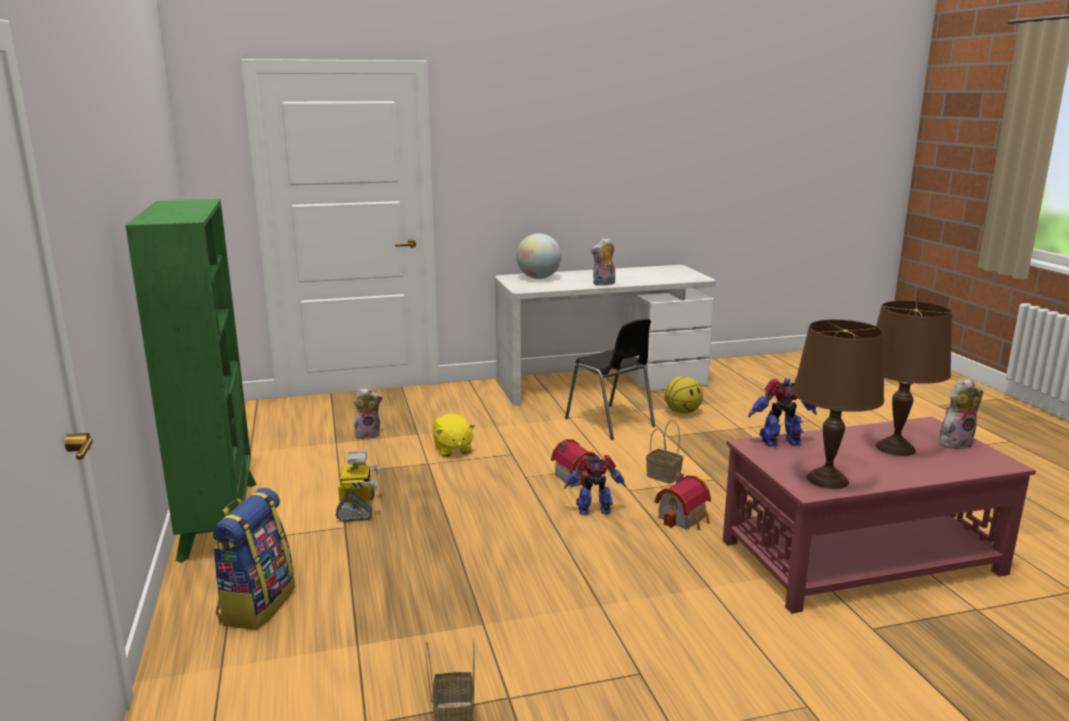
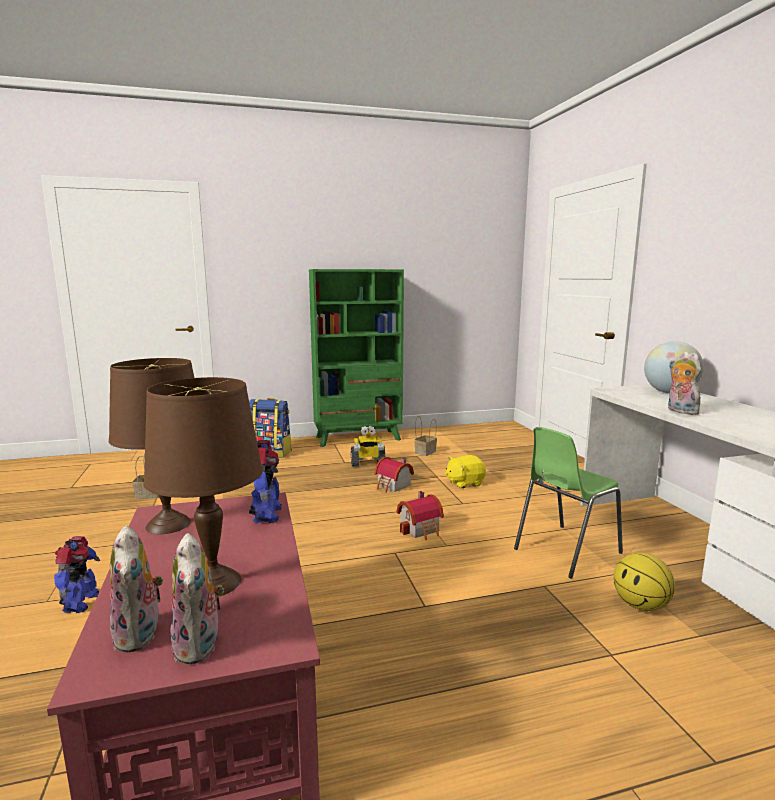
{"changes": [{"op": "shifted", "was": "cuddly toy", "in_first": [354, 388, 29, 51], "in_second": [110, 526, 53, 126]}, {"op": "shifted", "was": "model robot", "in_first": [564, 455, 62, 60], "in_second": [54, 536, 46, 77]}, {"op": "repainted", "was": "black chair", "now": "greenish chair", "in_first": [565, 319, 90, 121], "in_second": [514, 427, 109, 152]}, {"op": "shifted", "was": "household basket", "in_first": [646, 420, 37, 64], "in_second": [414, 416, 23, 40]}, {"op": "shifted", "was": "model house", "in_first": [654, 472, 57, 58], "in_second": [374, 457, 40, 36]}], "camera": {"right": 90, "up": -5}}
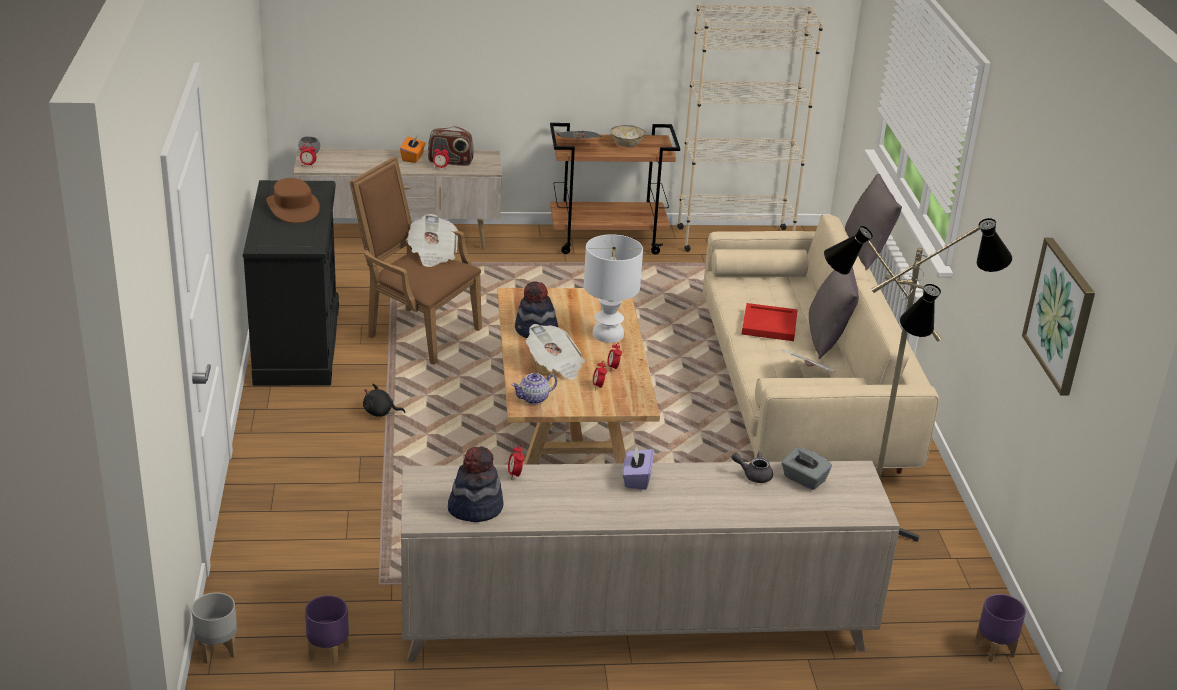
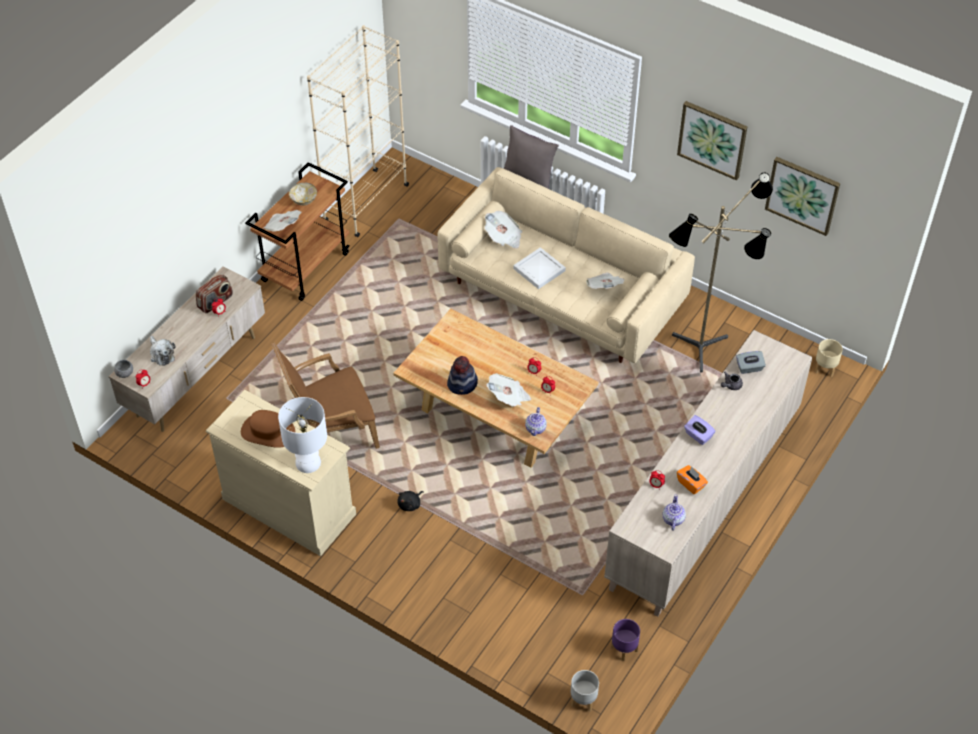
{"changes": [{"op": "repainted", "was": "black dresser", "now": "beige-coloured dresser", "in_first": [243, 180, 96, 206], "in_second": [206, 390, 150, 166]}, {"op": "shifted", "was": "orangey tissue box", "in_first": [400, 135, 26, 28], "in_second": [677, 465, 31, 29]}, {"op": "shifted", "was": "newspaper", "in_first": [407, 214, 51, 53], "in_second": [485, 211, 37, 38]}, {"op": "swapped", "was": "wearable hat", "now": "tea pot", "in_first": [448, 446, 55, 76], "in_second": [663, 494, 23, 37]}, {"op": "shifted", "was": "white lamp for a table", "in_first": [584, 234, 59, 109], "in_second": [278, 397, 49, 76]}, {"op": "repainted", "was": "red-coloured tray", "now": "white tray", "in_first": [741, 303, 57, 38], "in_second": [513, 247, 53, 42]}, {"op": "gone", "was": "greyish cushion", "in_first": [809, 267, 50, 92]}, {"op": "repainted", "was": "purple flower pot", "now": "beige-coloured flower pot", "in_first": [974, 594, 52, 68], "in_second": [815, 339, 28, 38]}, {"op": "new", "now": "cuddly toy", "in_second": [150, 336, 26, 30]}, {"op": "new", "now": "wall art", "in_second": [677, 101, 70, 79]}], "camera": {"right": -50, "up": 20}}
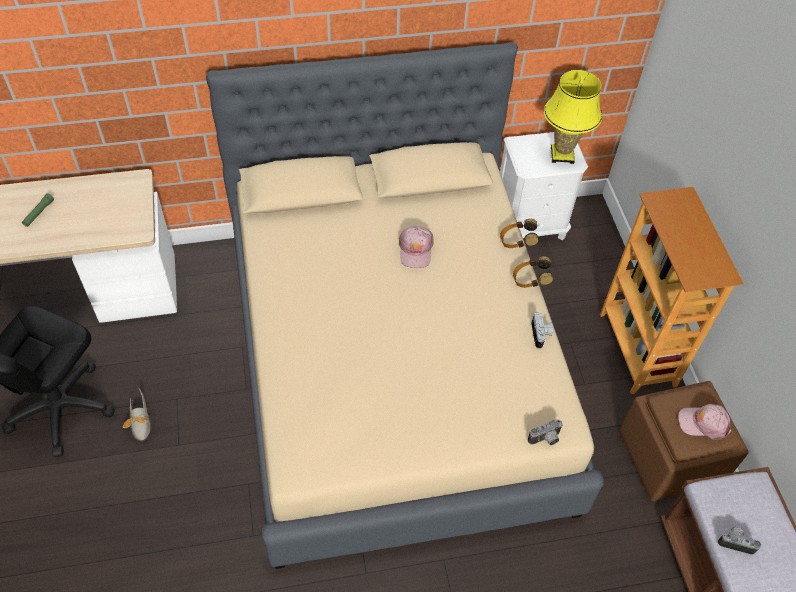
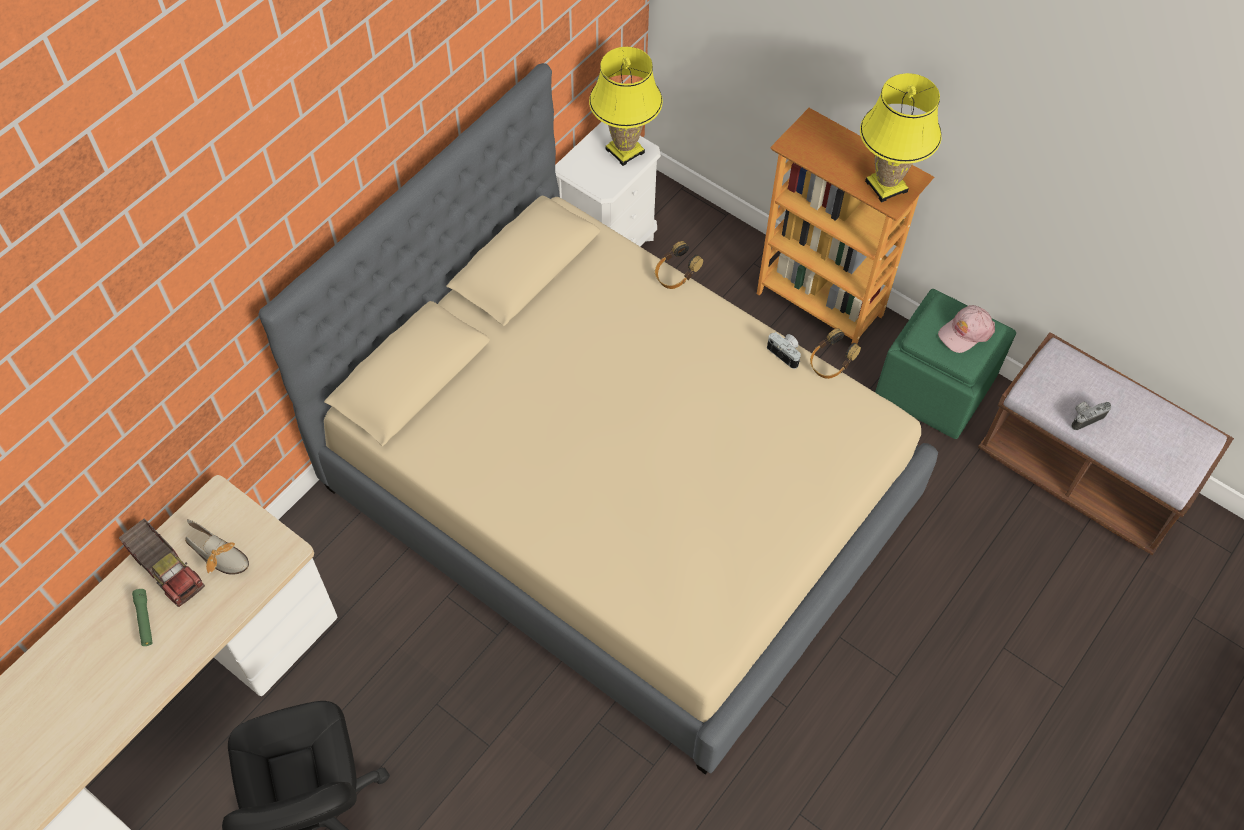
{"changes": [{"op": "shifted", "was": "low shoe", "in_first": [123, 388, 28, 53], "in_second": [185, 519, 64, 56]}, {"op": "gone", "was": "pinkish cap", "in_first": [399, 226, 35, 42]}, {"op": "shifted", "was": "headphones", "in_first": [513, 256, 40, 32], "in_second": [810, 328, 51, 51]}, {"op": "gone", "was": "still camera", "in_first": [528, 419, 35, 26]}, {"op": "repainted", "was": "brown pouffe", "now": "greenish pouffe", "in_first": [619, 381, 130, 120], "in_second": [875, 289, 141, 150]}, {"op": "new", "now": "model truck", "in_second": [119, 518, 86, 89]}, {"op": "new", "now": "yellow-coloured lamp for a table", "in_second": [860, 73, 82, 130]}], "camera": {"right": -40, "up": 5}}
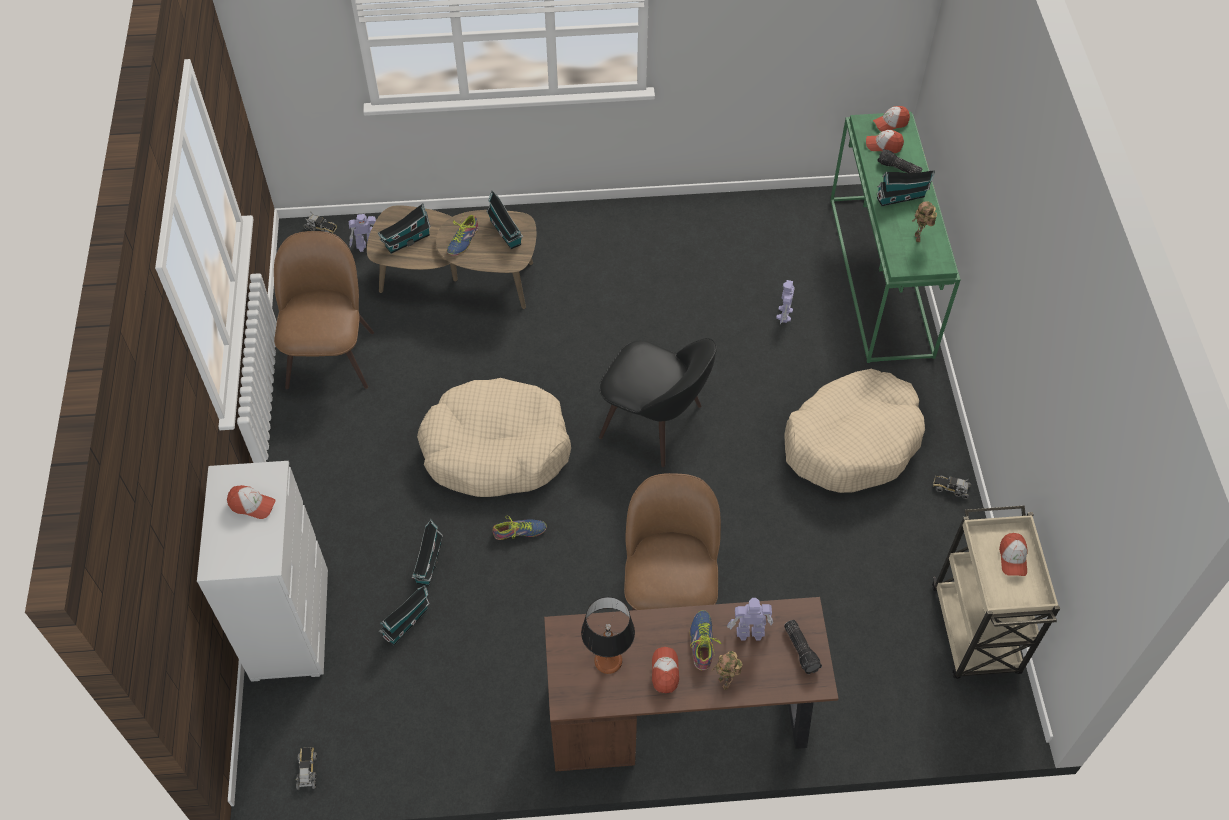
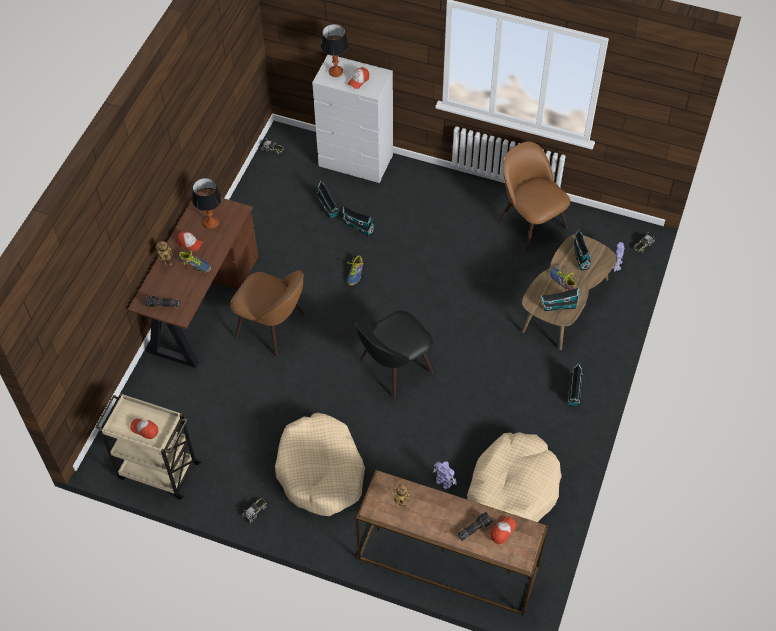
{"changes": [{"op": "rotated", "was": "brown chair", "in_first": [274, 231, 100, 158], "in_second": [498, 141, 72, 111], "clockwise": -150}, {"op": "shifted", "was": "beige-coloured dog bed", "in_first": [417, 378, 154, 119], "in_second": [467, 432, 95, 90]}, {"op": "gone", "was": "model robot", "in_first": [727, 598, 46, 43]}, {"op": "repainted", "was": "greenish hall table", "now": "brown hall table", "in_first": [830, 112, 131, 251], "in_second": [356, 470, 192, 146]}, {"op": "gone", "was": "cap", "in_first": [873, 106, 37, 26]}, {"op": "shifted", "was": "model house", "in_first": [877, 170, 58, 36], "in_second": [568, 363, 14, 44]}, {"op": "new", "now": "lamp for a table", "in_second": [321, 24, 28, 53]}], "camera": {"right": 115, "up": 0}}
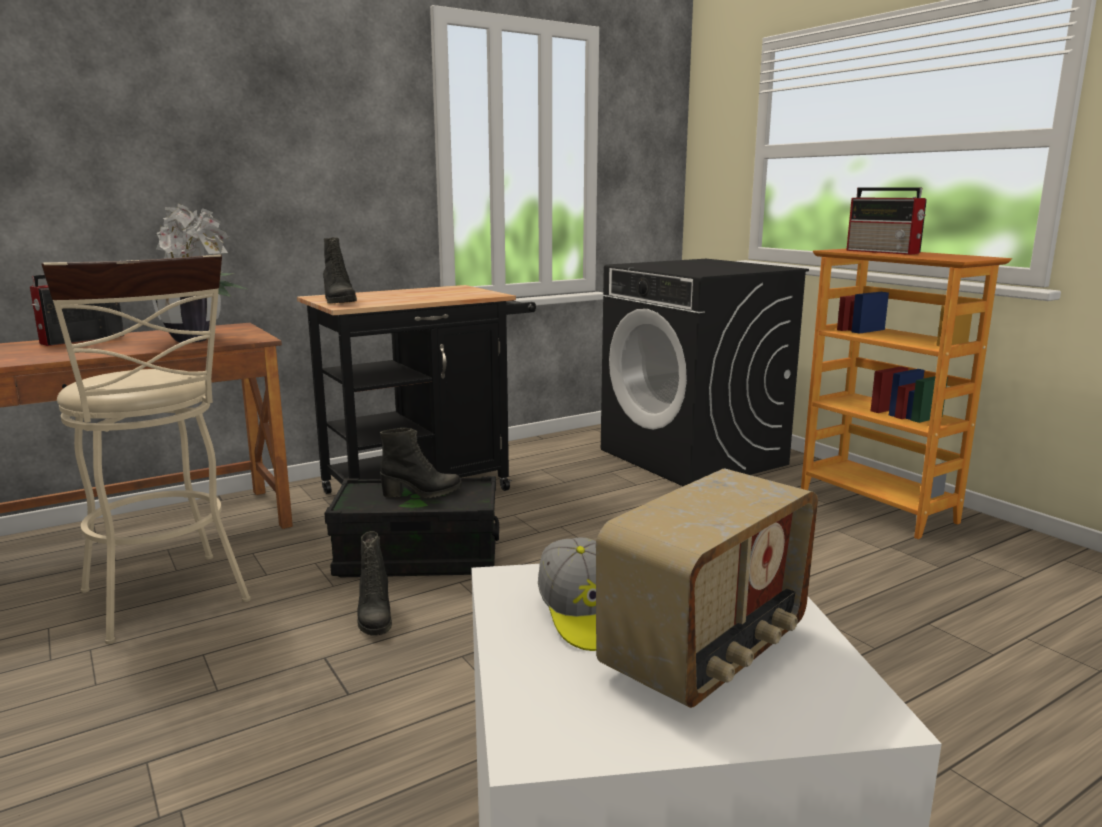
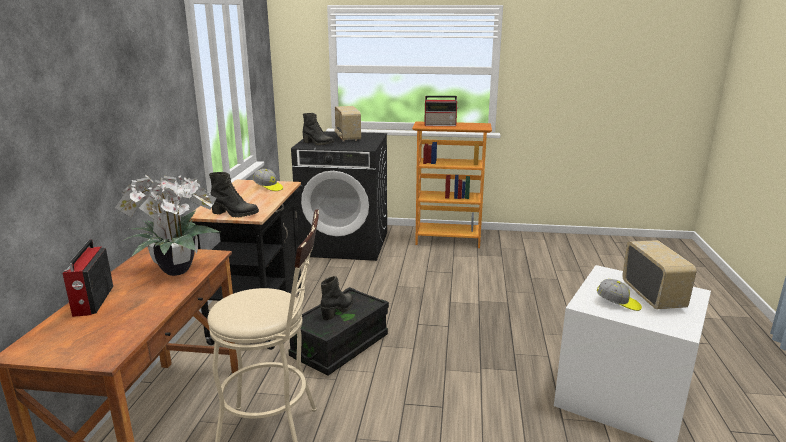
{"changes": [{"op": "shifted", "was": "black tall boot", "in_first": [357, 531, 35, 105], "in_second": [303, 113, 31, 32]}, {"op": "new", "now": "cap", "in_second": [253, 169, 30, 22]}, {"op": "new", "now": "radio set", "in_second": [334, 106, 27, 36]}], "camera": {"right": -50, "up": 5}}
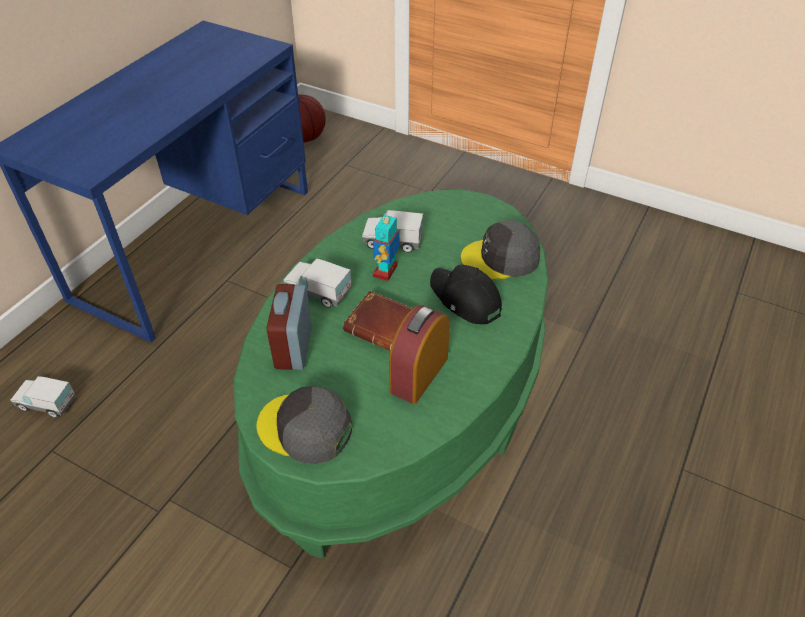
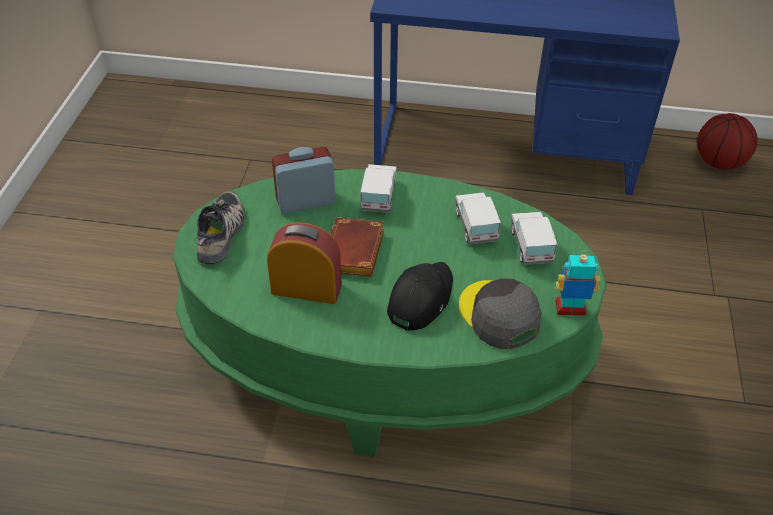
{"changes": [{"op": "shifted", "was": "model truck", "in_first": [11, 376, 65, 42], "in_second": [511, 212, 47, 53]}, {"op": "swapped", "was": "greyish cap", "now": "low shoe", "in_first": [257, 386, 95, 78], "in_second": [197, 191, 48, 73]}, {"op": "shifted", "was": "model robot", "in_first": [373, 211, 28, 70], "in_second": [555, 250, 45, 66]}], "camera": {"right": 70, "up": 0}}
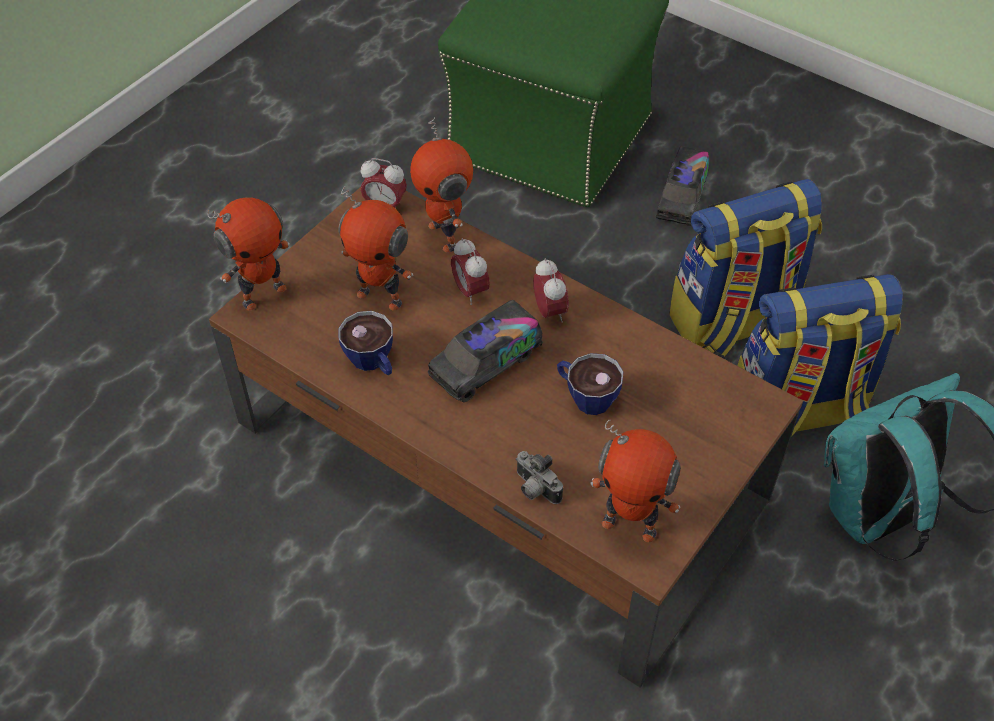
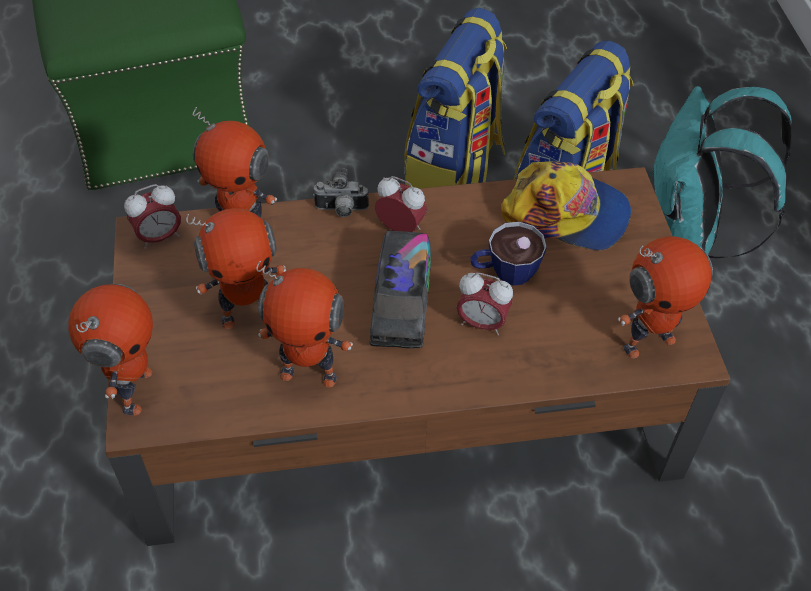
{"changes": [{"op": "swapped", "was": "drinking cup", "now": "model robot", "in_first": [338, 311, 55, 64], "in_second": [256, 261, 97, 127]}, {"op": "shifted", "was": "alarm clock", "in_first": [451, 238, 39, 67], "in_second": [456, 273, 57, 62]}, {"op": "shifted", "was": "still camera", "in_first": [516, 451, 47, 53], "in_second": [313, 168, 56, 49]}, {"op": "gone", "was": "model truck", "in_first": [656, 146, 54, 80]}, {"op": "new", "now": "cap", "in_second": [501, 161, 130, 89]}], "camera": {"right": -45, "up": 0}}
